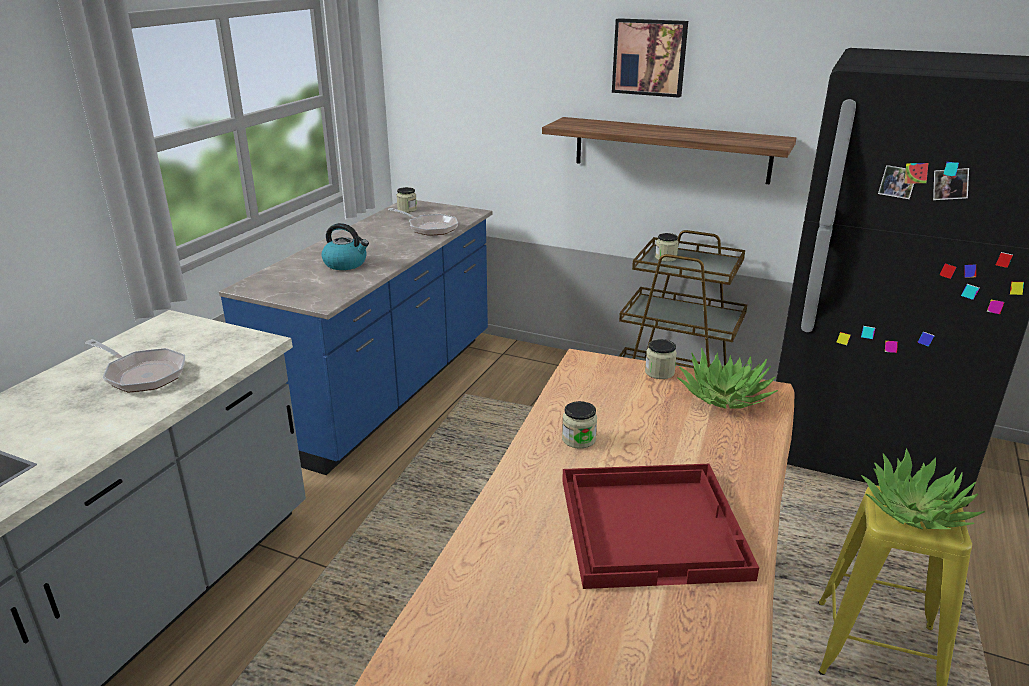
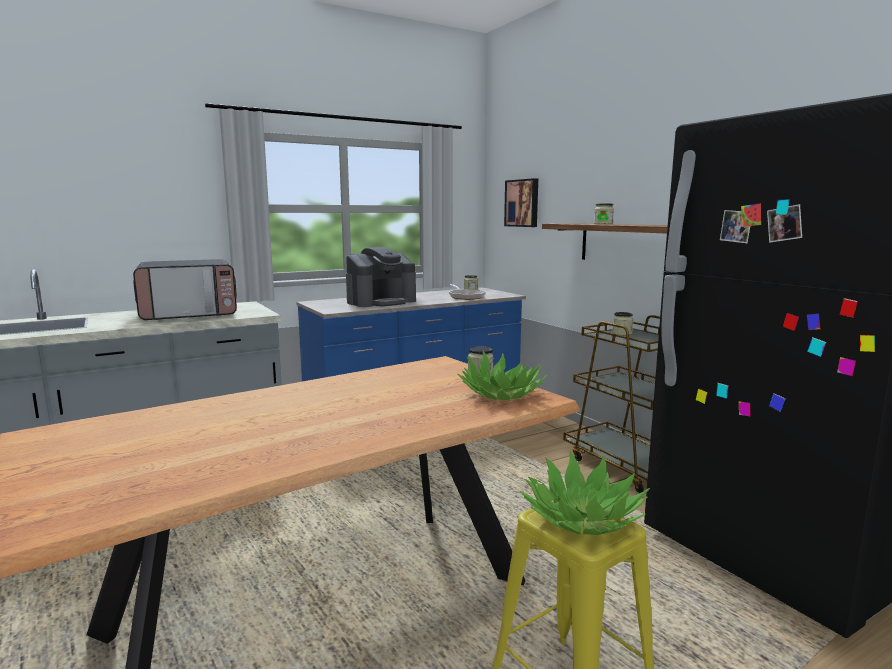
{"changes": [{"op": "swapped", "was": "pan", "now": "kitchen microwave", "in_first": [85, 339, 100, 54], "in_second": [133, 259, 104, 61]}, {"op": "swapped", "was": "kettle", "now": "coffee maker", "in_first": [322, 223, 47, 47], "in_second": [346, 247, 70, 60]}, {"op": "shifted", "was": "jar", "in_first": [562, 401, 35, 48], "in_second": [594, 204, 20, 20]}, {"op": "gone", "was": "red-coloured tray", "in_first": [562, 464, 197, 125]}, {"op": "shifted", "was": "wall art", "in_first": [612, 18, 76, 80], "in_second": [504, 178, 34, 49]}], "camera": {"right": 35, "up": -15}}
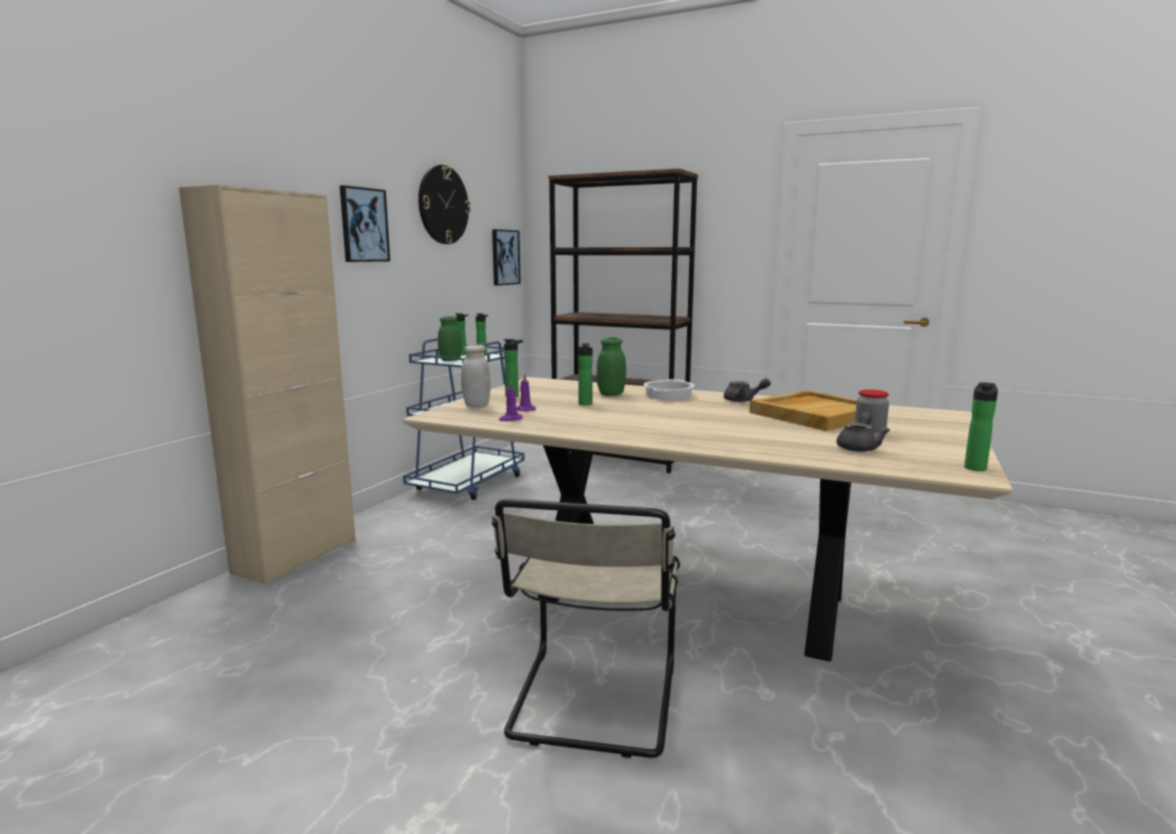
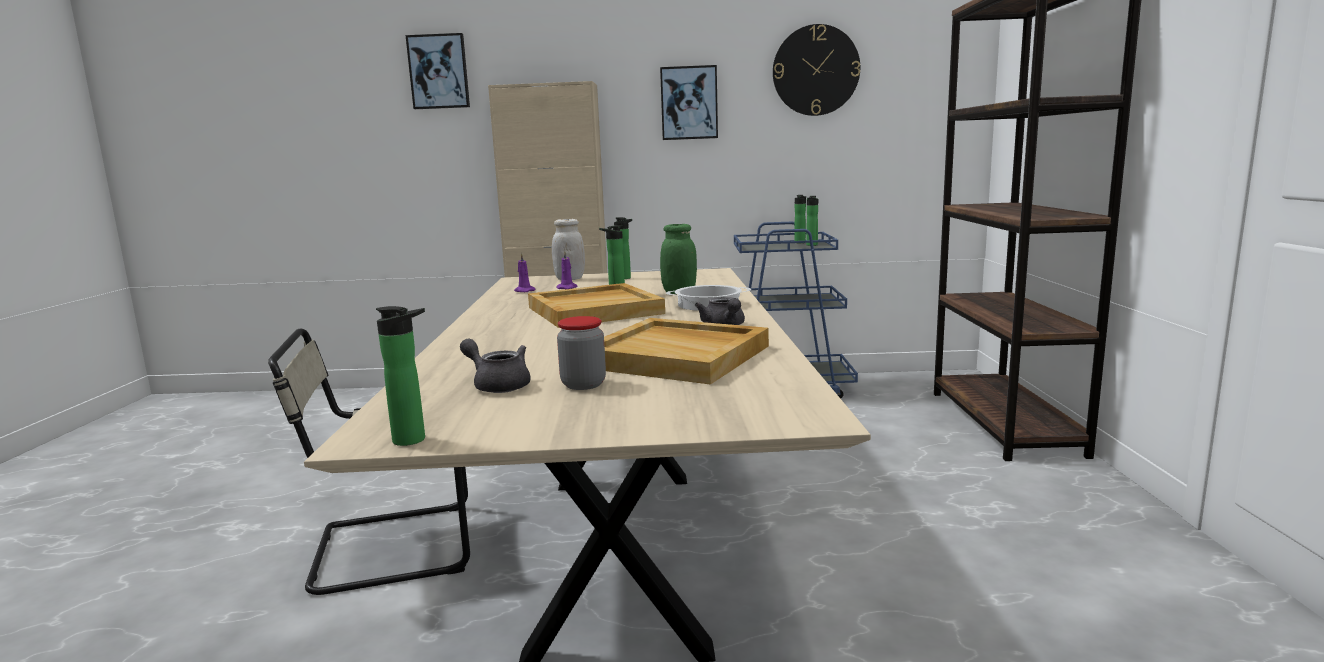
{"changes": [{"op": "gone", "was": "greenish jar", "in_first": [438, 316, 24, 45]}, {"op": "shifted", "was": "wall art", "in_first": [492, 229, 29, 57], "in_second": [405, 33, 65, 76]}, {"op": "rotated", "was": "greyish tea pot", "in_first": [837, 412, 53, 40], "in_second": [460, 339, 71, 54], "clockwise": -150}, {"op": "new", "now": "beige-coloured tray", "in_second": [528, 283, 137, 45]}], "camera": {"right": 65, "up": 0}}
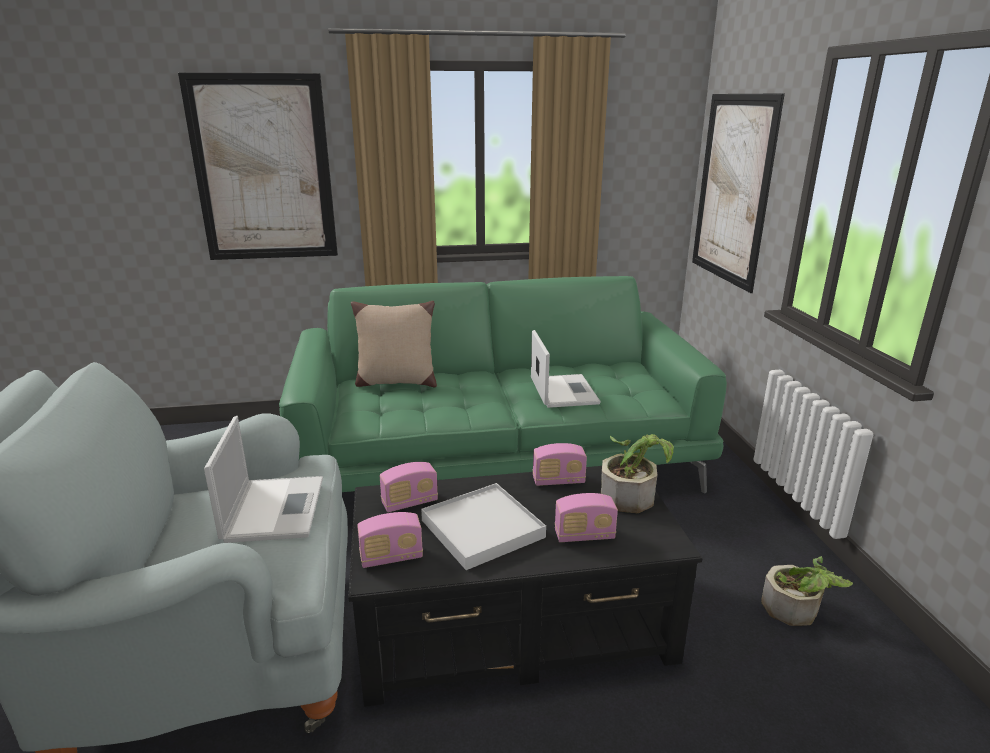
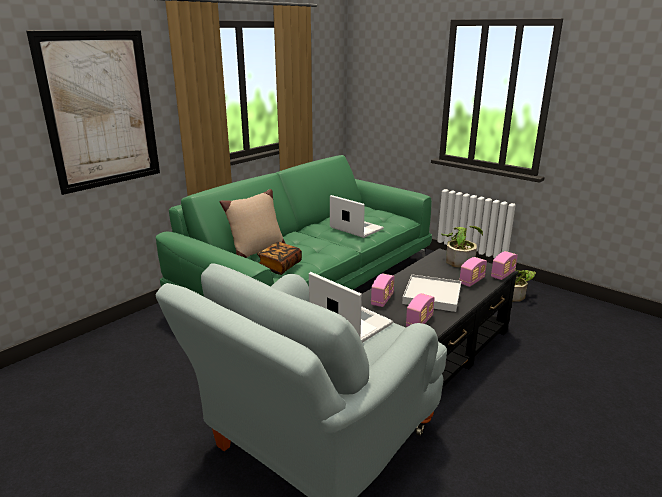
{"changes": [{"op": "shifted", "was": "radio set", "in_first": [533, 443, 54, 43], "in_second": [491, 251, 27, 29]}, {"op": "gone", "was": "wall art", "in_first": [692, 93, 93, 200]}, {"op": "new", "now": "bound book", "in_second": [257, 242, 45, 33]}], "camera": {"right": -40, "up": 0}}
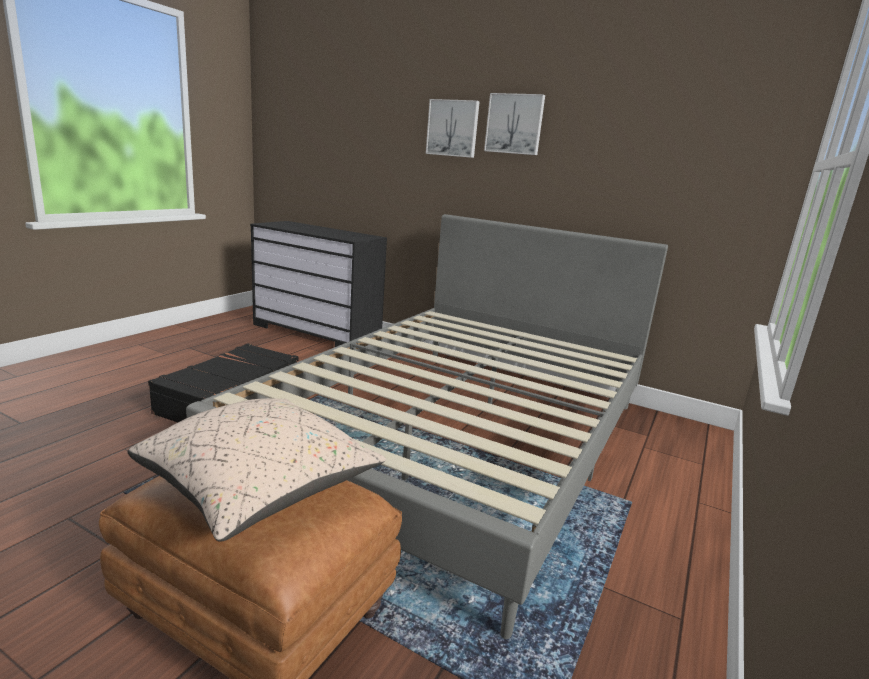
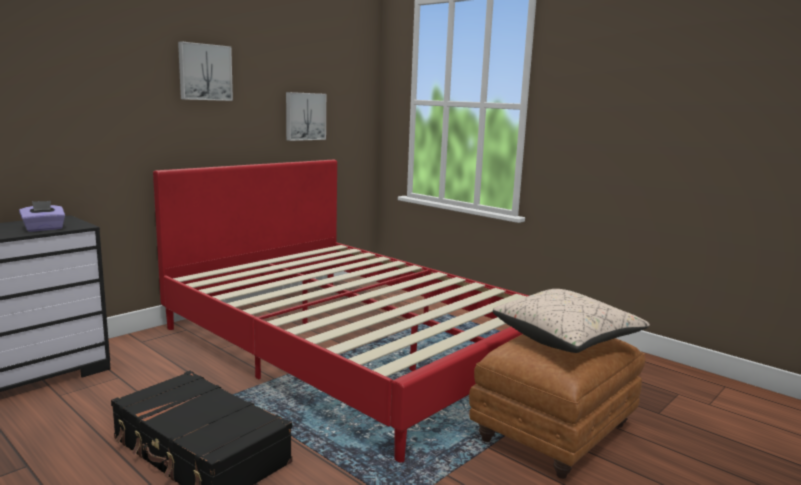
{"changes": [{"op": "repainted", "was": "greyish sleeping bed", "now": "red-coloured sleeping bed", "in_first": [186, 214, 482, 425], "in_second": [153, 160, 376, 302]}, {"op": "shifted", "was": "wall art", "in_first": [426, 99, 54, 59], "in_second": [286, 92, 40, 49]}, {"op": "new", "now": "purple tissue box", "in_second": [19, 201, 46, 31]}], "camera": {"right": -75, "up": -5}}
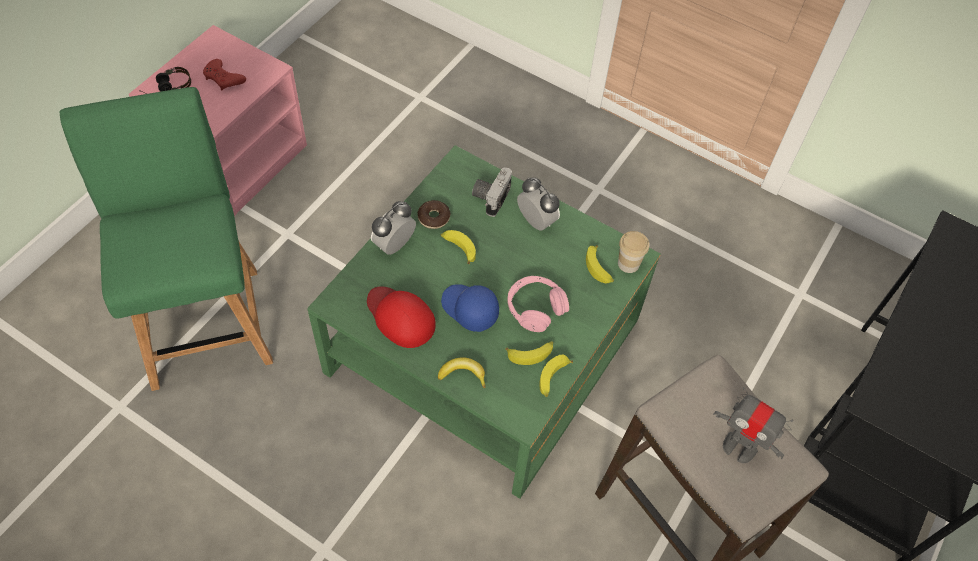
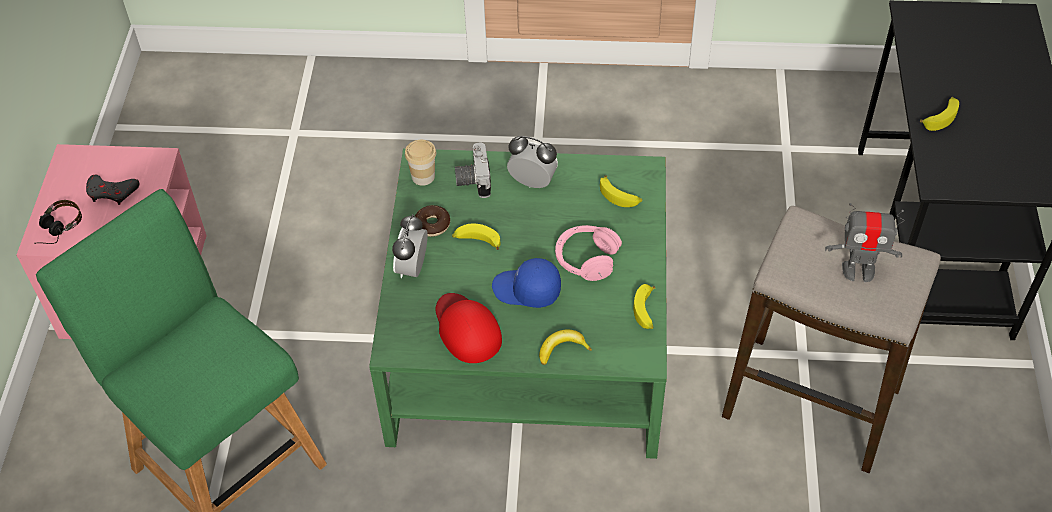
{"changes": [{"op": "repainted", "was": "red-coloured gamepad", "now": "greyish gamepad", "in_first": [203, 59, 43, 31], "in_second": [86, 175, 53, 30]}, {"op": "rotated", "was": "red-coloured cap", "in_first": [367, 286, 69, 62], "in_second": [435, 293, 67, 70], "clockwise": 45}, {"op": "shifted", "was": "whole banana", "in_first": [505, 342, 48, 23], "in_second": [920, 97, 39, 34]}, {"op": "shifted", "was": "drinking cup", "in_first": [618, 231, 31, 42], "in_second": [405, 140, 31, 46]}], "camera": {"right": -25, "up": -5}}
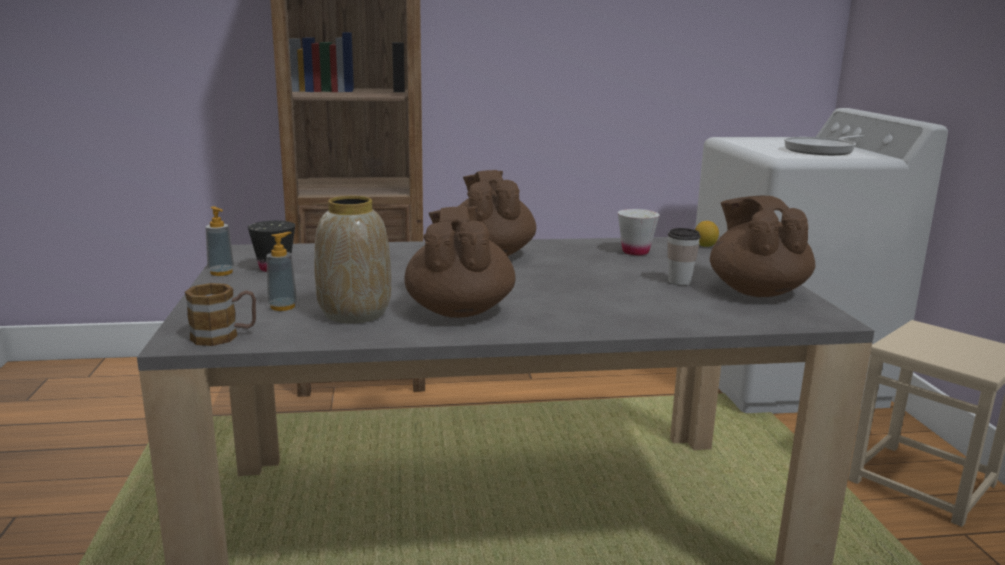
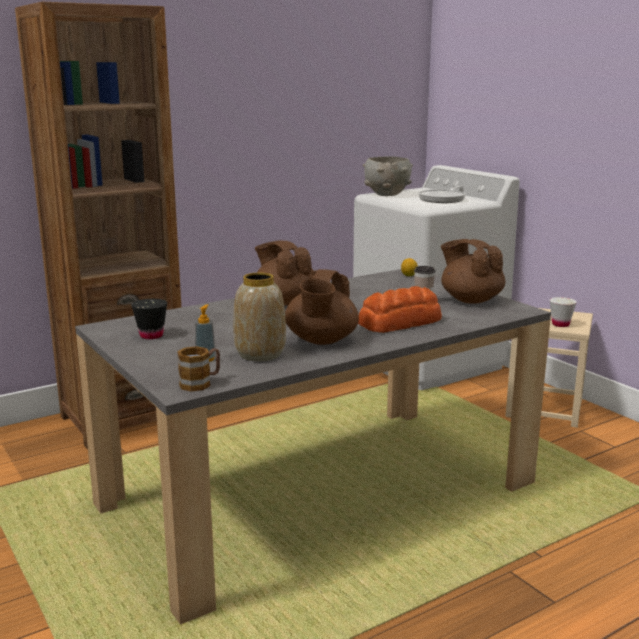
{"changes": [{"op": "gone", "was": "soap bottle", "in_first": [206, 206, 29, 70]}, {"op": "rotated", "was": "brown tea pot", "in_first": [405, 206, 110, 112], "in_second": [285, 269, 74, 76], "clockwise": -135}, {"op": "shifted", "was": "white drinking cup", "in_first": [618, 209, 42, 46], "in_second": [550, 297, 27, 30]}, {"op": "new", "now": "bakery bread", "in_second": [358, 286, 84, 47]}, {"op": "new", "now": "greyish serving bowl", "in_second": [363, 156, 50, 40]}], "camera": {"right": -25, "up": 0}}
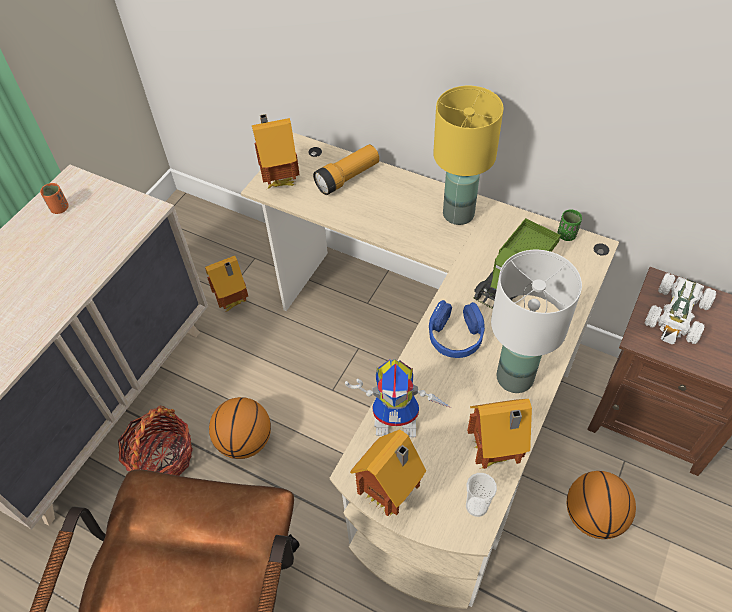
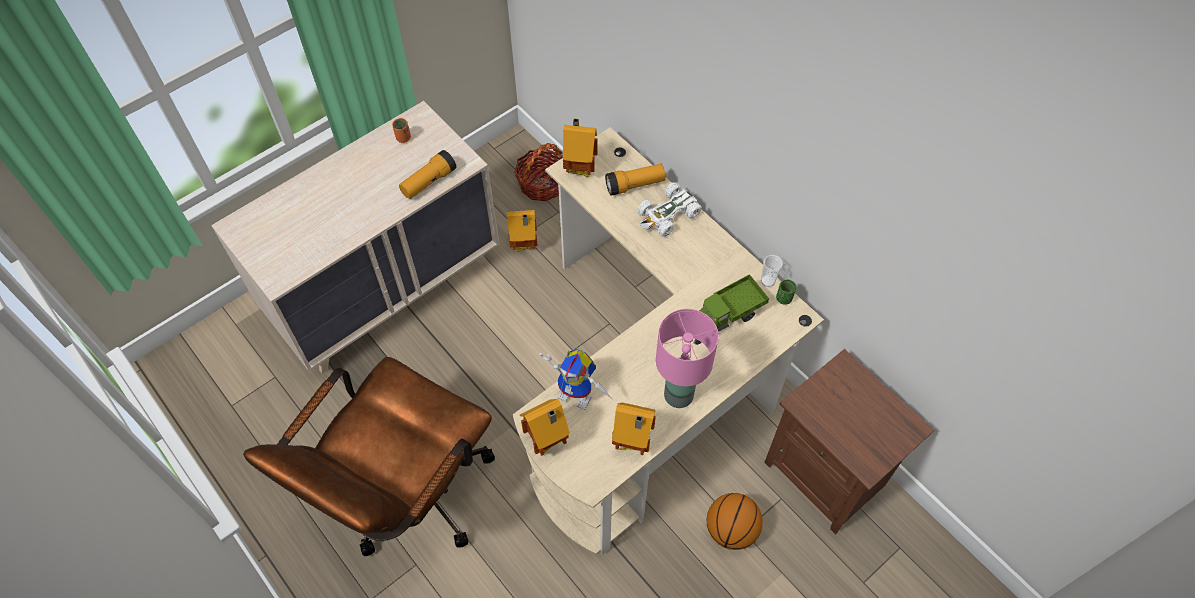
{"changes": [{"op": "shifted", "was": "household basket", "in_first": [118, 406, 75, 70], "in_second": [514, 143, 49, 58]}, {"op": "gone", "was": "ball for basketball", "in_first": [209, 397, 62, 62]}, {"op": "gone", "was": "blue-coloured headphones", "in_first": [429, 300, 56, 58]}, {"op": "gone", "was": "yellow-coloured lamp for a table", "in_first": [433, 86, 70, 139]}, {"op": "shifted", "was": "drinking cup", "in_first": [466, 473, 31, 44], "in_second": [761, 255, 22, 32]}, {"op": "repainted", "was": "white lamp for a table", "now": "pinkish lamp for a table", "in_first": [491, 250, 91, 143], "in_second": [656, 309, 63, 99]}, {"op": "shifted", "was": "white model car", "in_first": [644, 273, 73, 71], "in_second": [637, 182, 65, 55]}, {"op": "new", "now": "hand torch", "in_second": [399, 150, 58, 49]}], "camera": {"right": 20, "up": 5}}
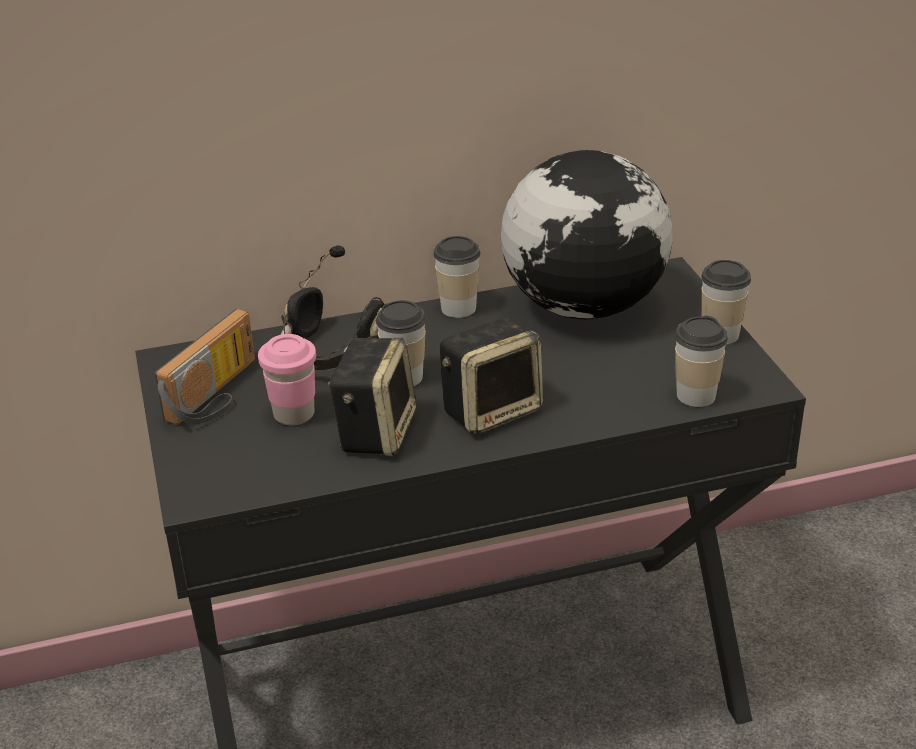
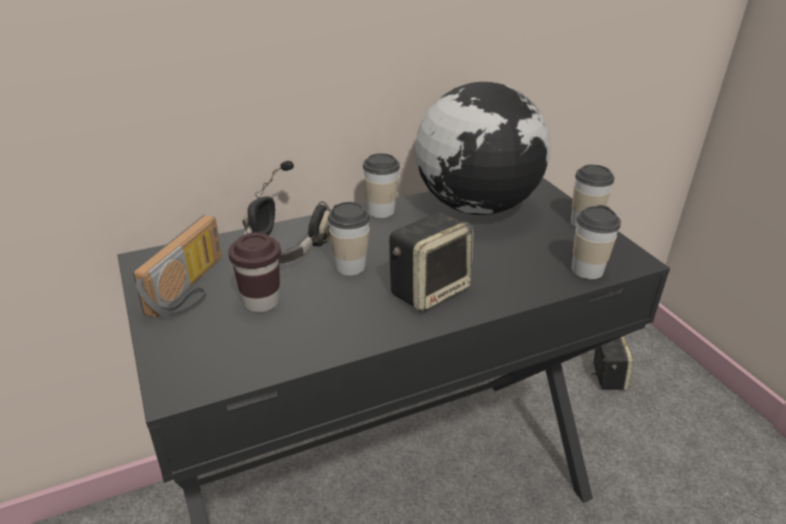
{"changes": [{"op": "repainted", "was": "pinkish drinking cup", "now": "brown drinking cup", "in_first": [258, 334, 58, 92], "in_second": [228, 232, 53, 81]}, {"op": "shifted", "was": "audio speaker", "in_first": [328, 337, 89, 119], "in_second": [591, 336, 43, 55]}], "camera": {"right": -10, "up": 0}}
